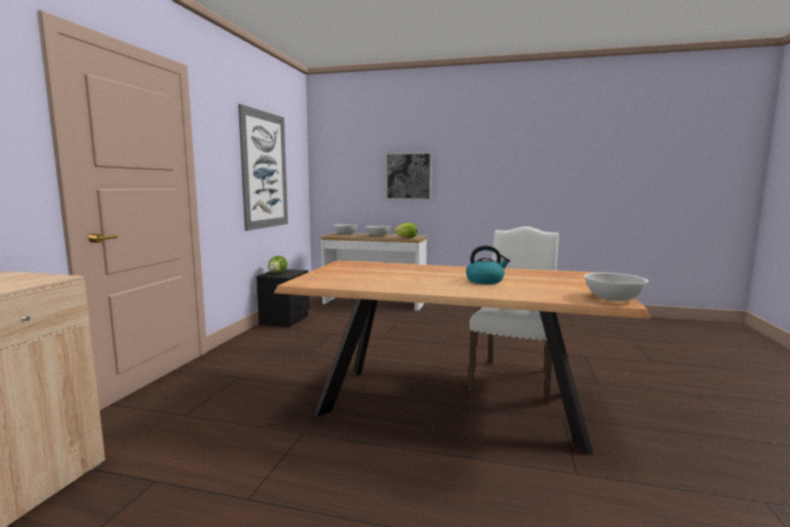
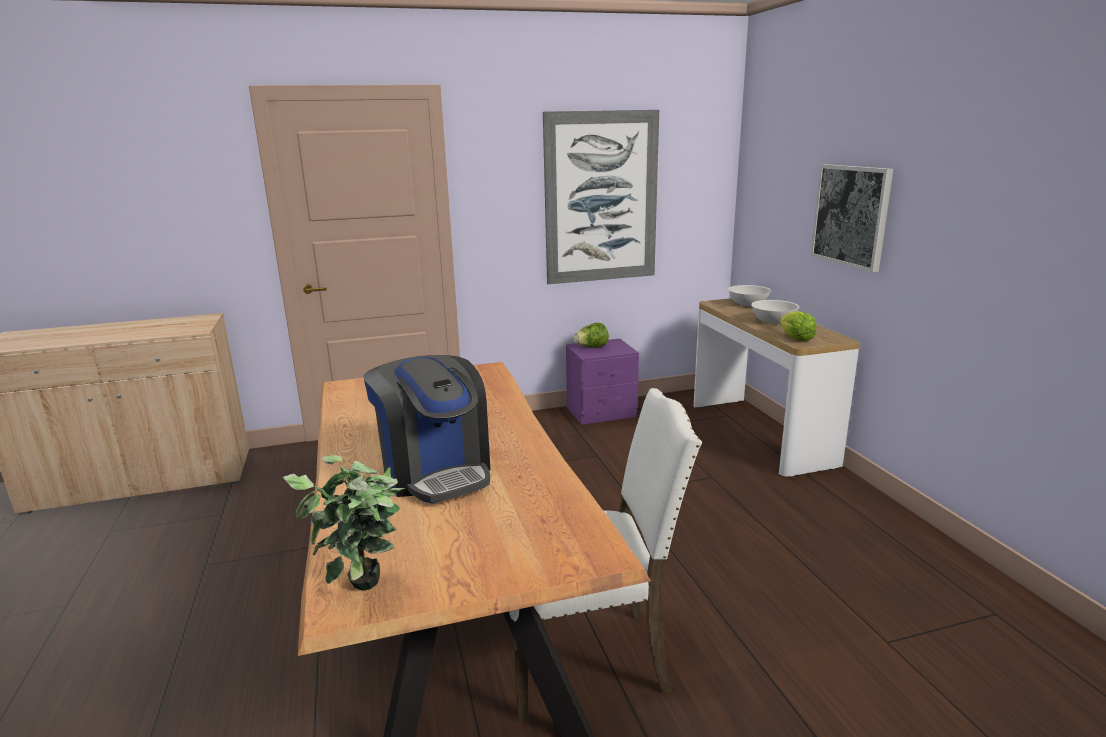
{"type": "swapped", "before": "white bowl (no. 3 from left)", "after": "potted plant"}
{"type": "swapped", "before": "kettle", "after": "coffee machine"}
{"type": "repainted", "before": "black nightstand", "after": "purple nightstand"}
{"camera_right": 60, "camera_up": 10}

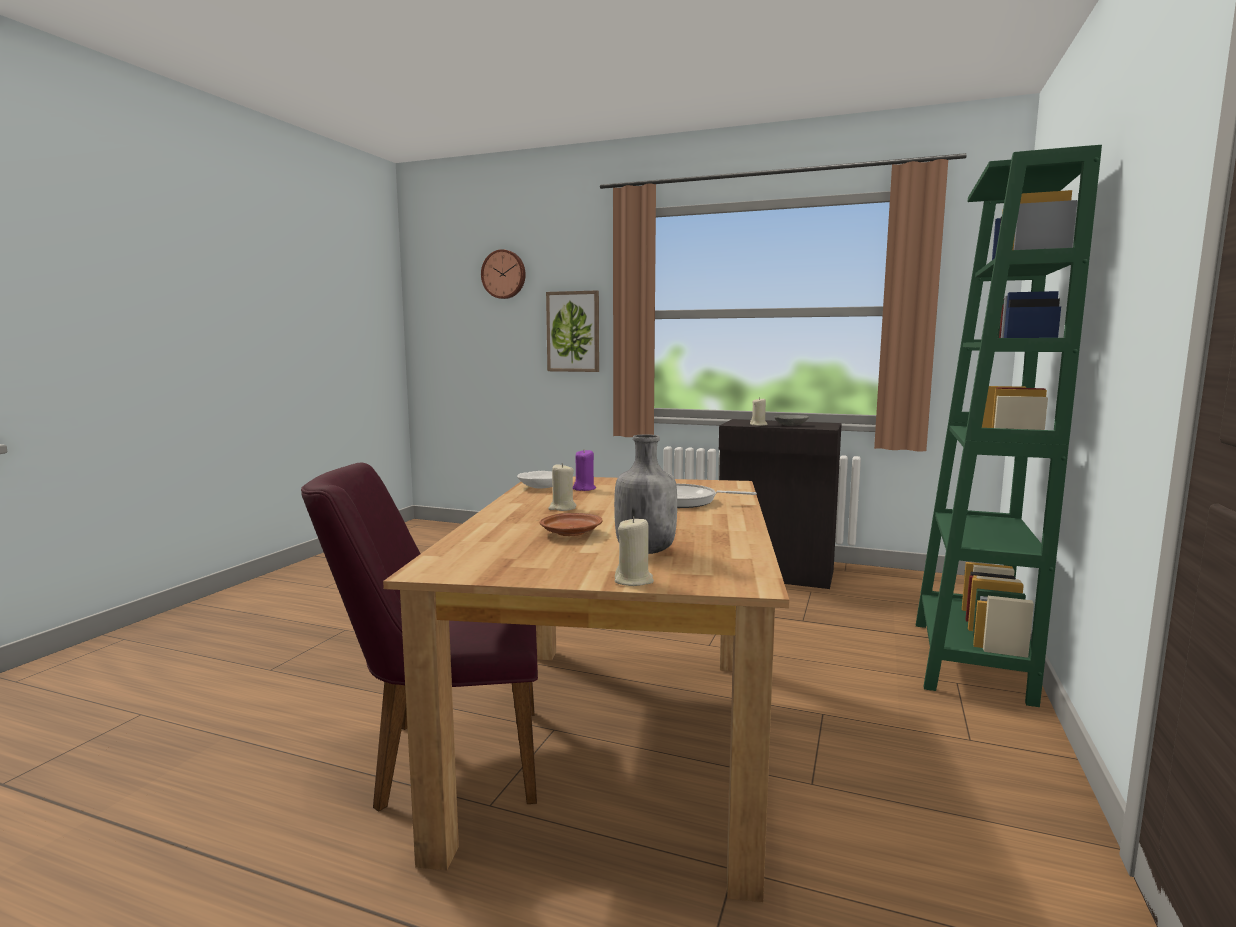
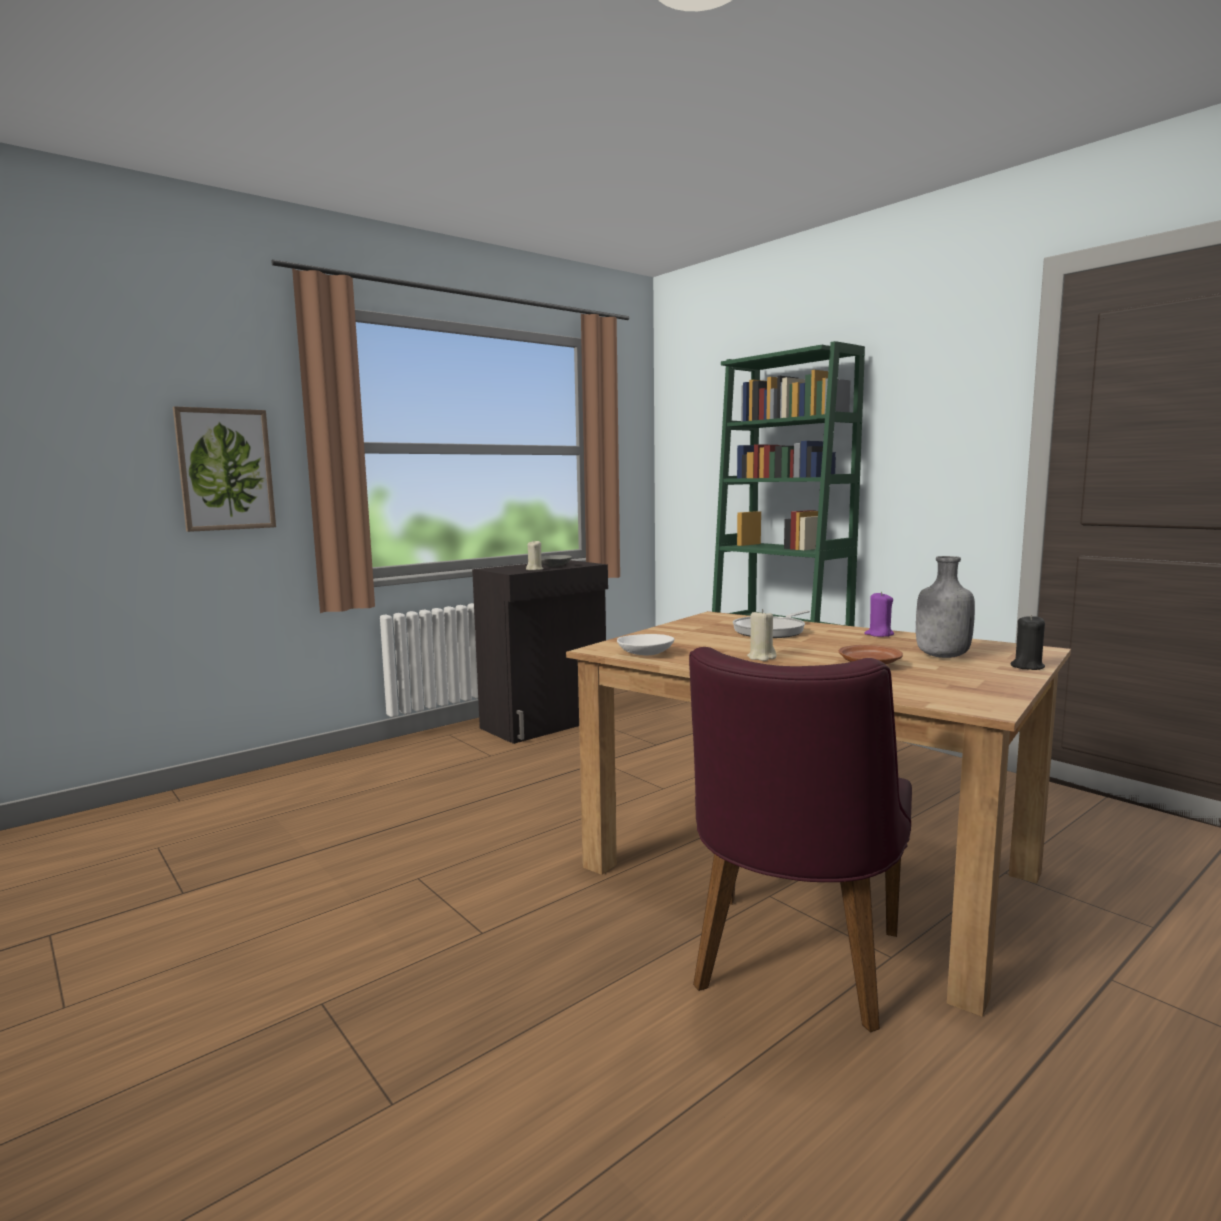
{"type": "shifted", "before": "purple candle"}
{"type": "repainted", "before": "beige candle (no. 2 from left)", "after": "black candle"}
{"type": "gone", "before": "wall clock"}
{"camera_right": -60, "camera_up": 0}

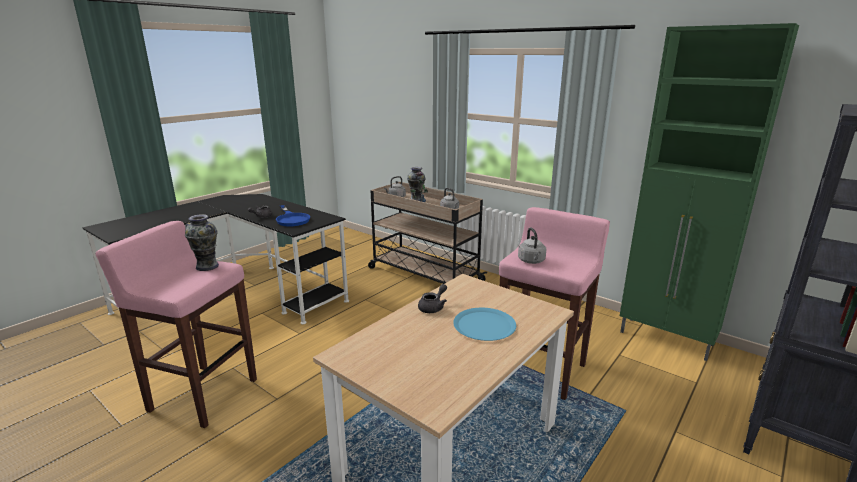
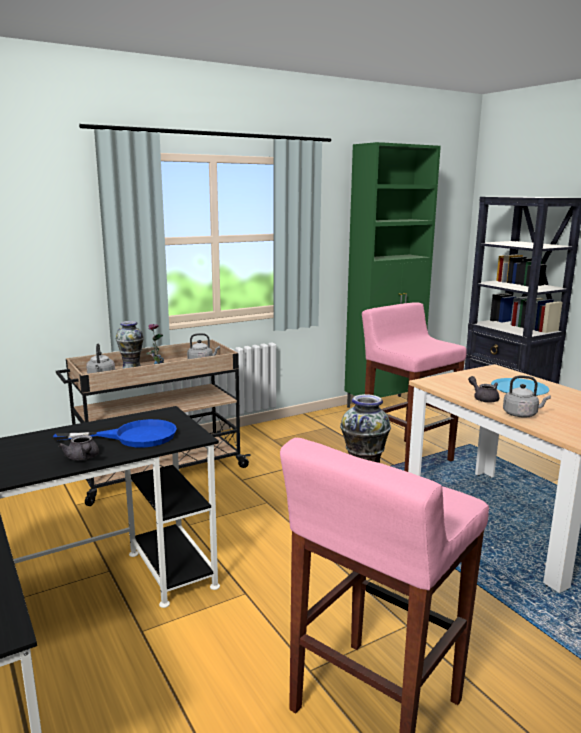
{"type": "shifted", "before": "grey kettle (no. 3 from left)"}
{"camera_right": -70, "camera_up": -5}

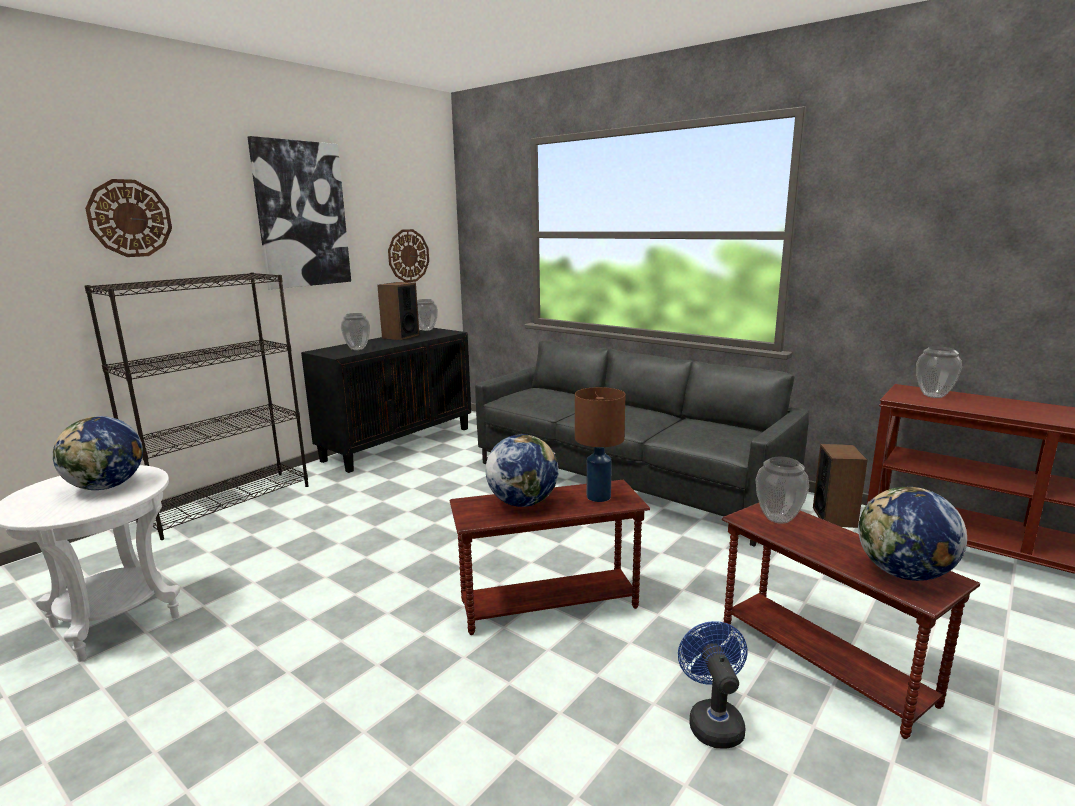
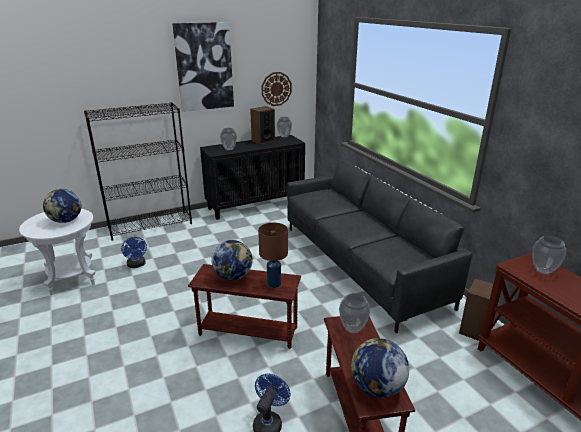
{"type": "new", "after": "blue fan (no. 1 from left)"}
{"type": "gone", "before": "wall clock (no. 1 from left)"}
{"camera_right": 25, "camera_up": 10}

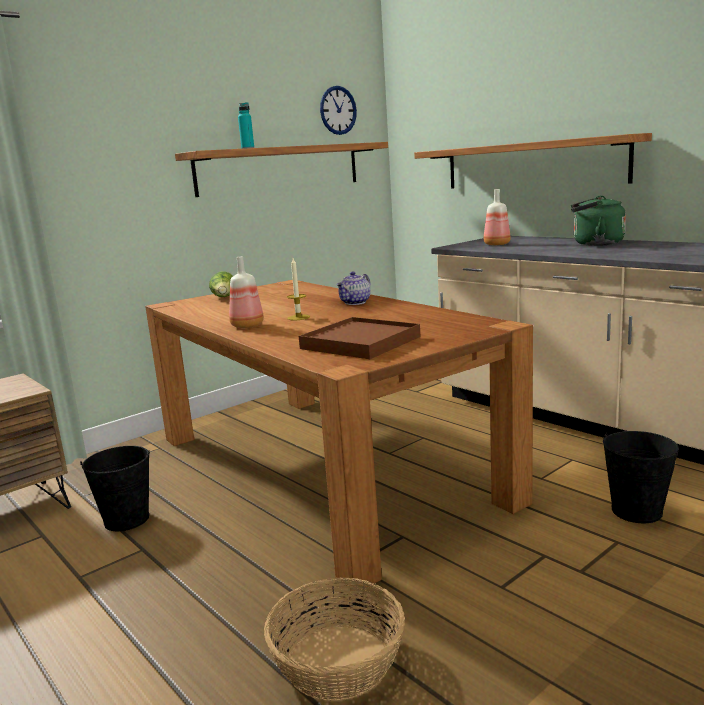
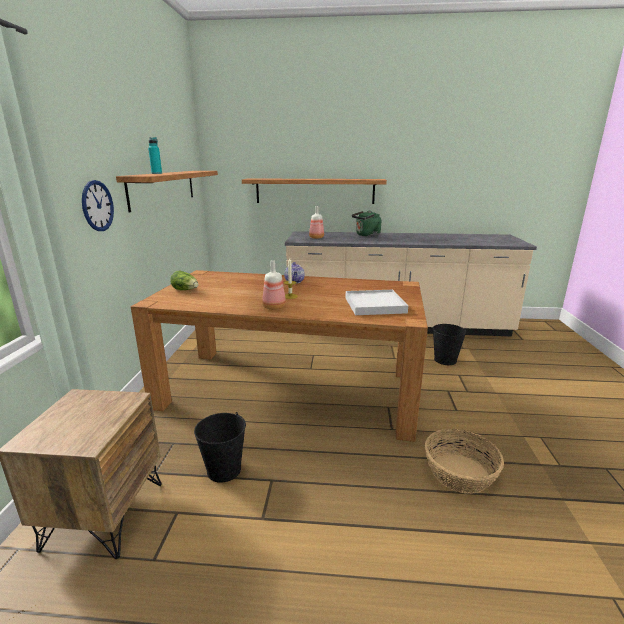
{"type": "shifted", "before": "wall clock"}
{"type": "repainted", "before": "brown tray", "after": "white tray"}
{"camera_right": -45, "camera_up": 5}

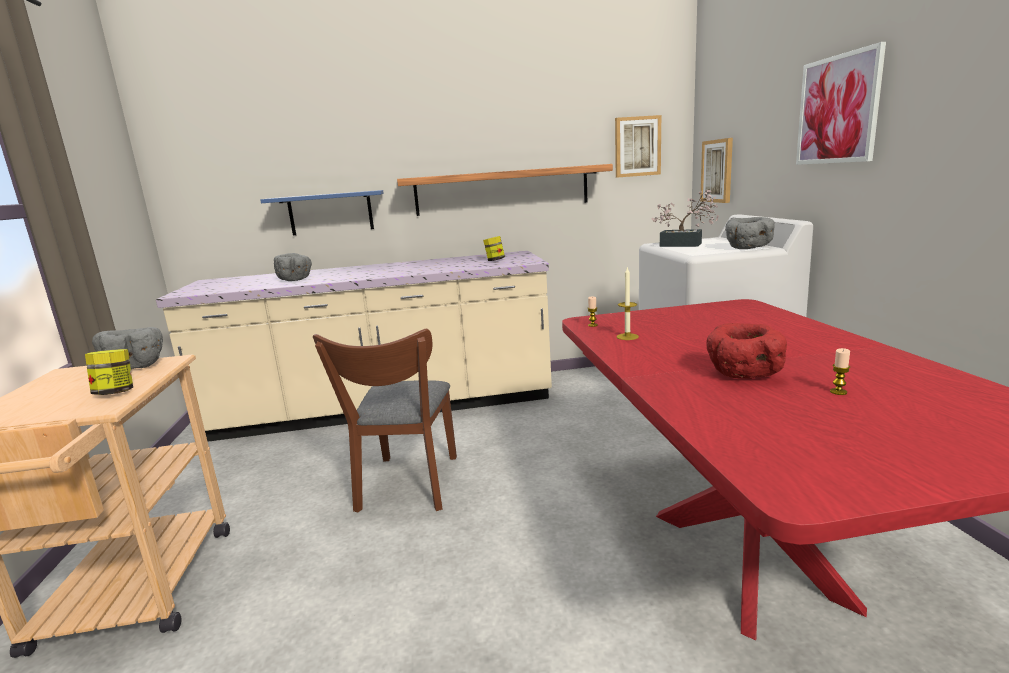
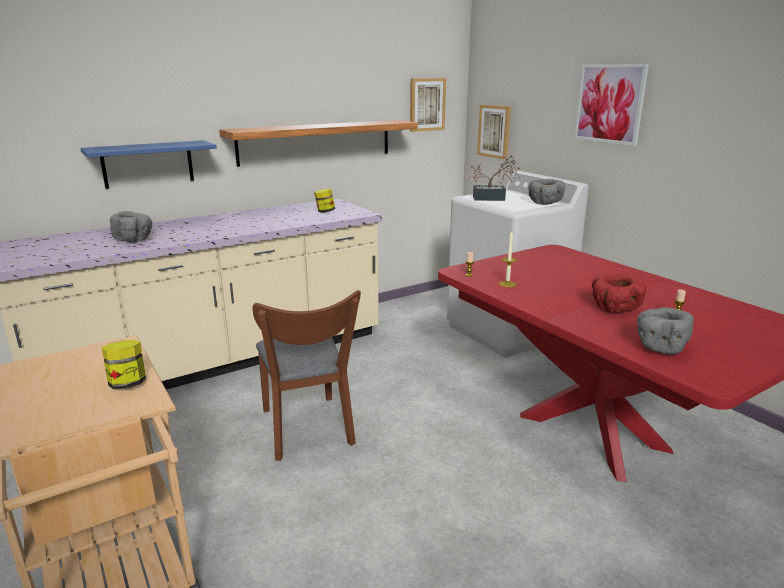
{"type": "shifted", "before": "grey bowl (no. 1 from left in the first image)", "after": "grey bowl (no. 3 from left)"}
{"camera_right": -25, "camera_up": 5}

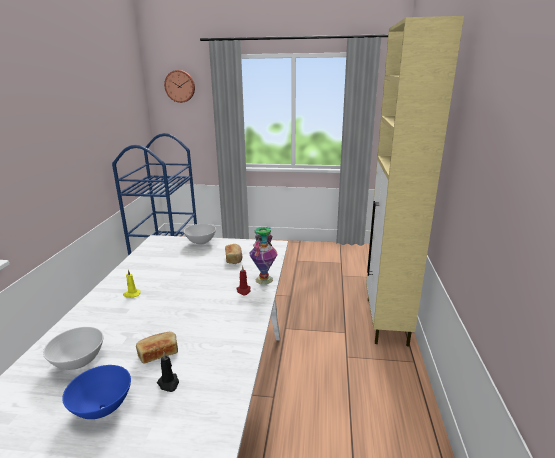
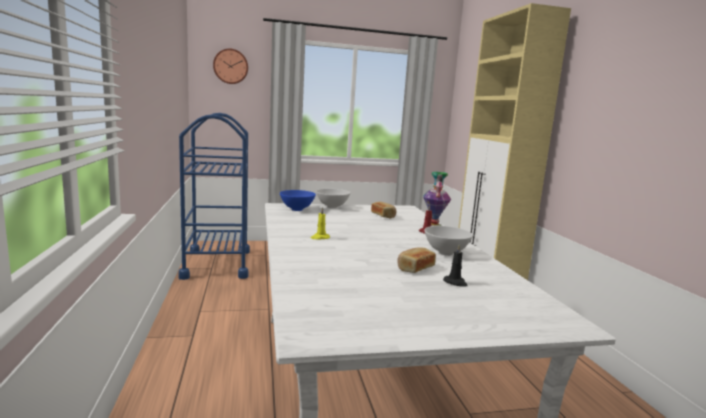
{"type": "shifted", "before": "blue bowl"}
{"type": "shifted", "before": "white bowl (no. 1 from left in the first image)", "after": "white bowl (no. 2 from left)"}
{"camera_right": -20, "camera_up": -10}

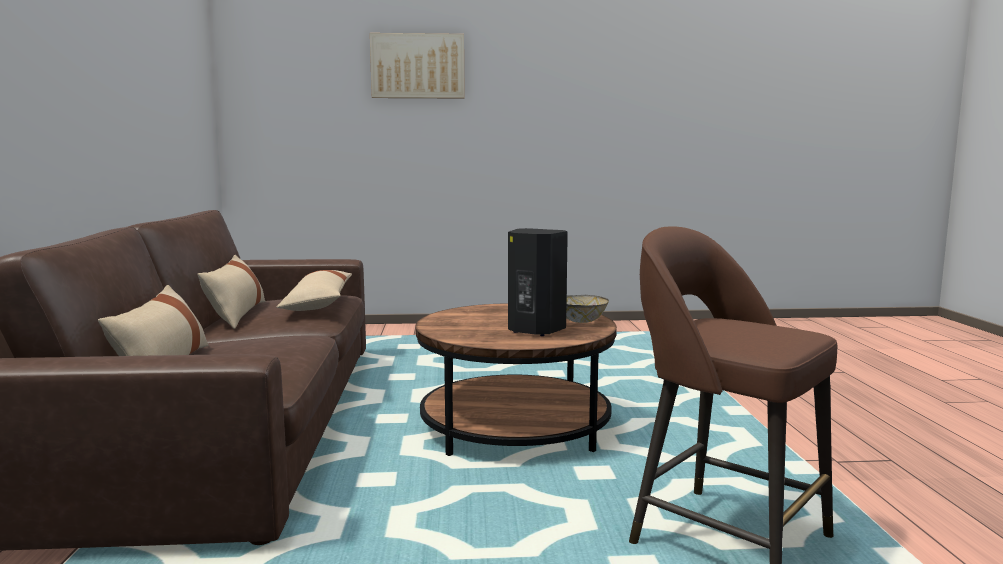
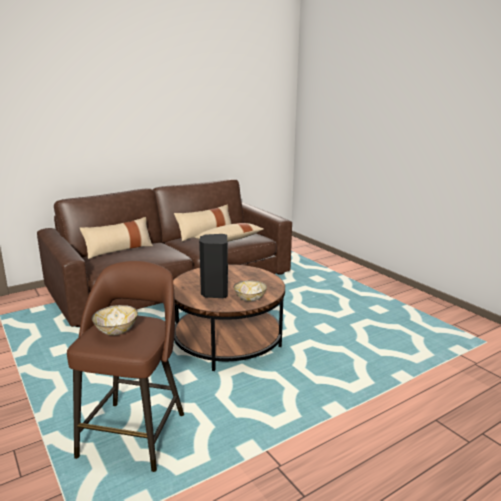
{"type": "new", "after": "bowl (no. 1 from left)"}
{"type": "gone", "before": "picture"}
{"camera_right": 60, "camera_up": 10}

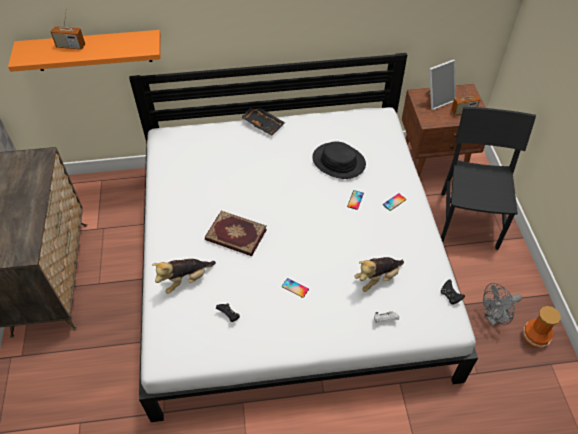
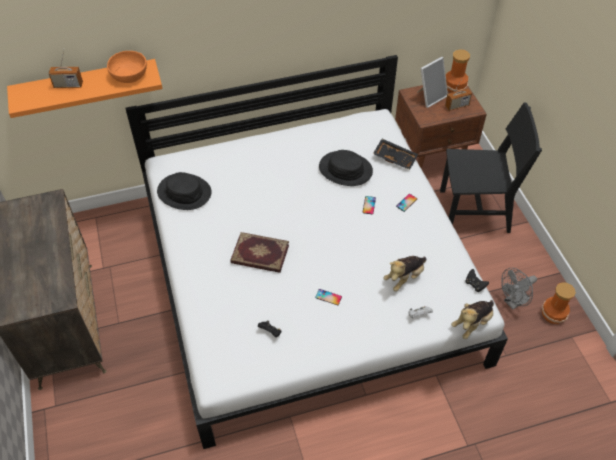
{"type": "new", "after": "orange bowl"}
{"type": "new", "after": "black hat (no. 1 from left)"}
{"type": "shifted", "before": "black tray"}
{"type": "rotated", "before": "black chair", "turn": 90}
{"type": "new", "after": "vase (no. 1 from left)"}
{"type": "shifted", "before": "plush toy (no. 1 from left in the first image)", "after": "plush toy (no. 2 from left)"}
{"camera_right": -10, "camera_up": 0}

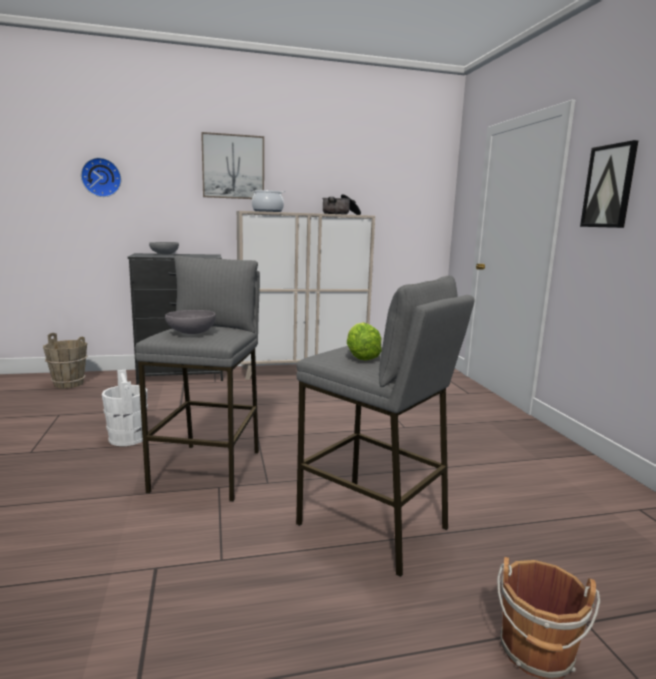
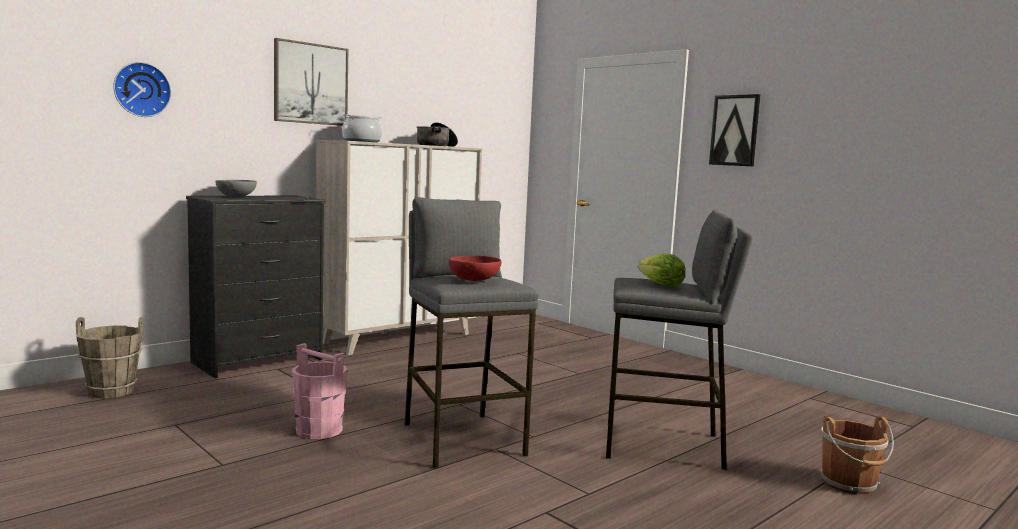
{"type": "repainted", "before": "white bucket", "after": "pink bucket"}
{"type": "repainted", "before": "grey bowl (no. 2 from left)", "after": "red bowl"}
{"camera_right": -30, "camera_up": -5}

